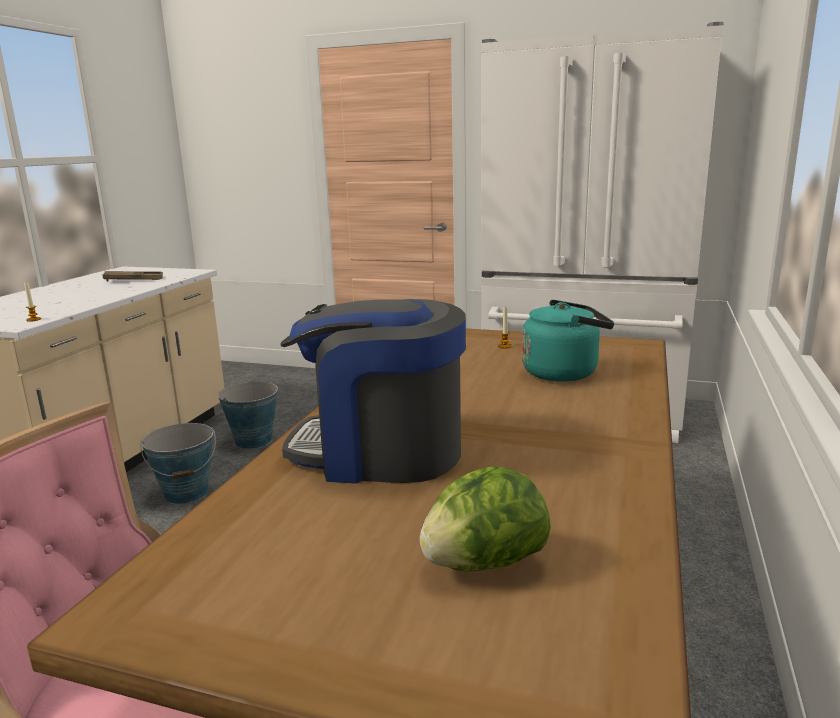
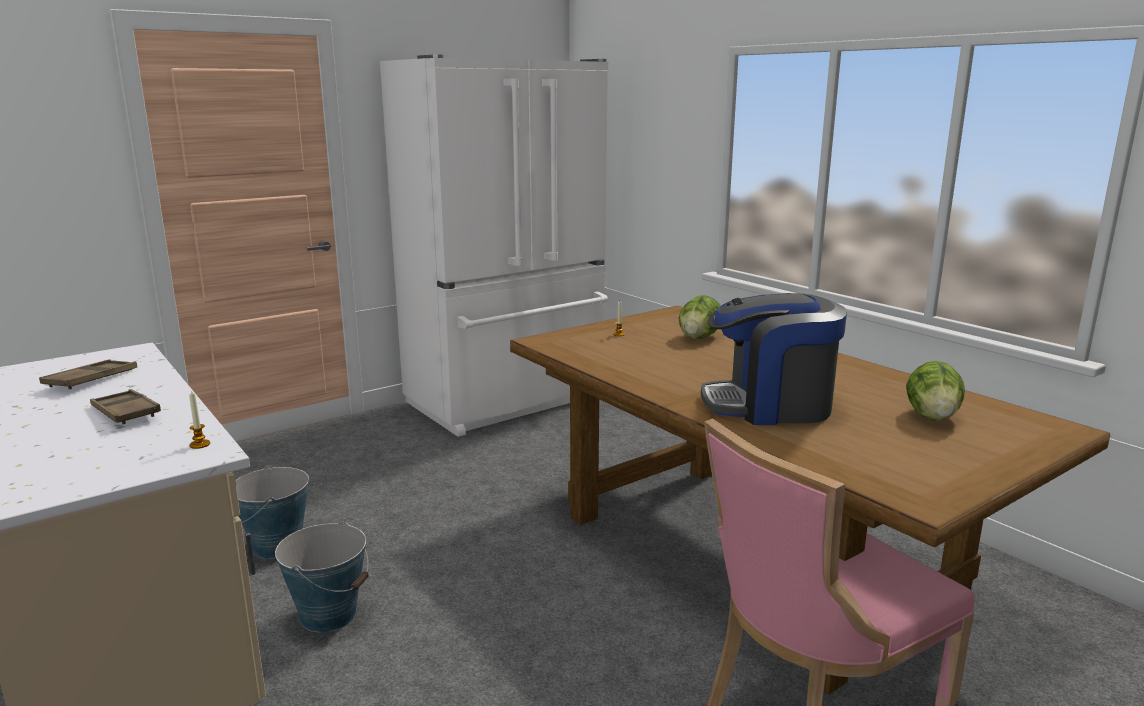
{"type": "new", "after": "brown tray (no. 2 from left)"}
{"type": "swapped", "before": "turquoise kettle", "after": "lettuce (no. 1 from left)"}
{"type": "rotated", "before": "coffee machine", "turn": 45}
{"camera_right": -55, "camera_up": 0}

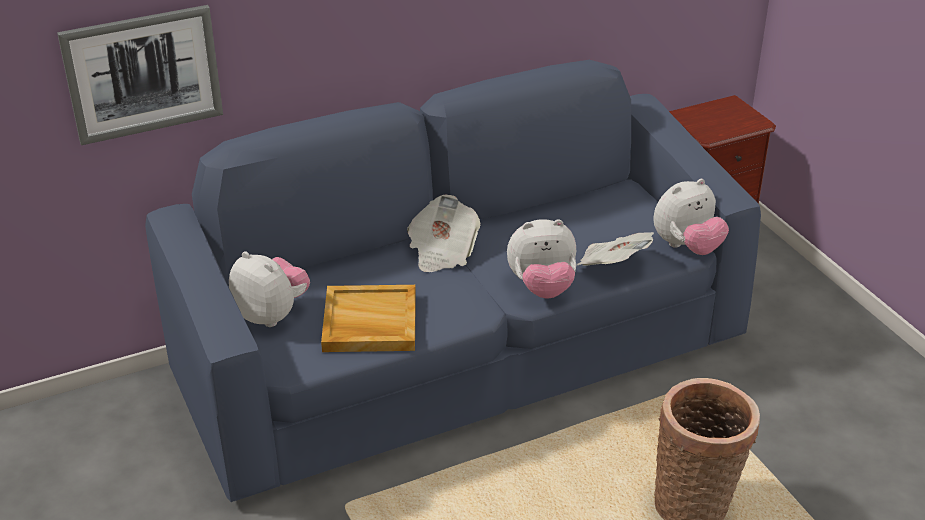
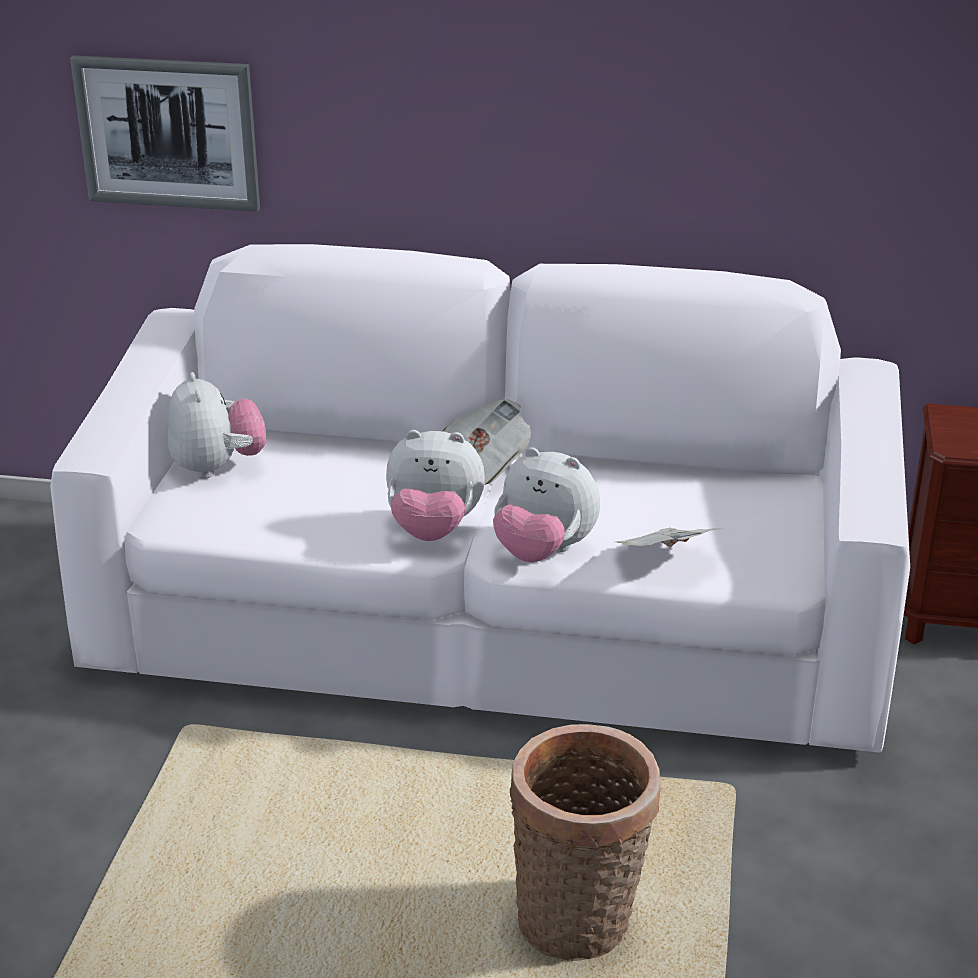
{"type": "repainted", "before": "blue sofa", "after": "white sofa"}
{"type": "shifted", "before": "plush toy (no. 3 from left in the first image)", "after": "plush toy (no. 2 from left)"}
{"type": "gone", "before": "beige tray"}
{"camera_right": 35, "camera_up": -5}

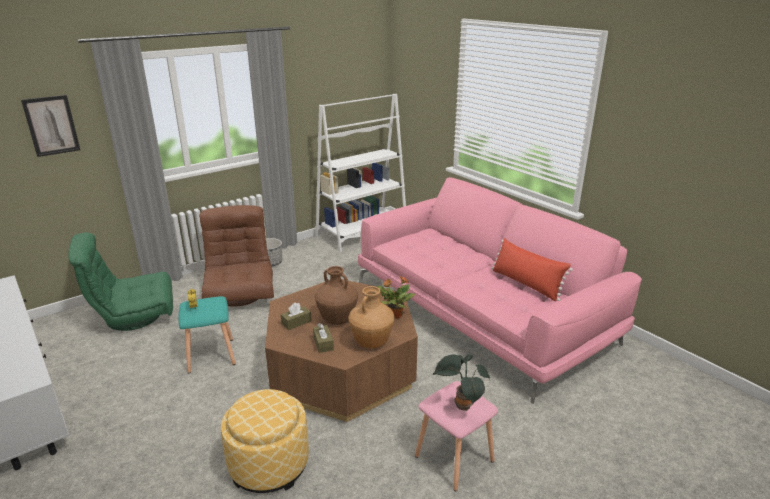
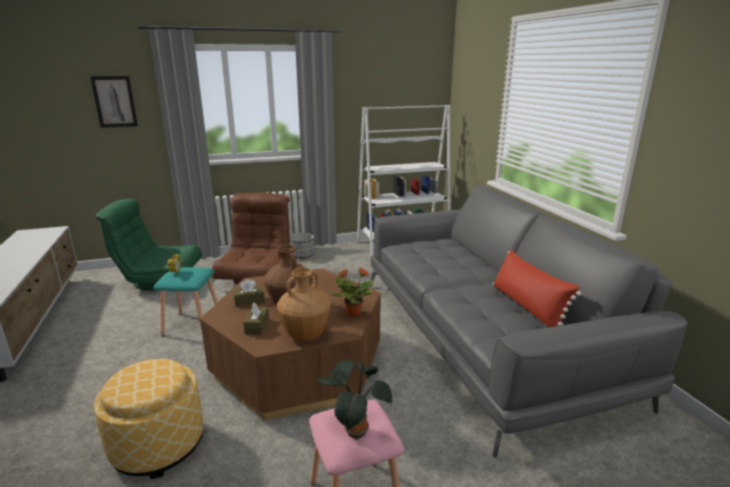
{"type": "repainted", "before": "pink sofa", "after": "grey sofa"}
{"camera_right": 20, "camera_up": -5}

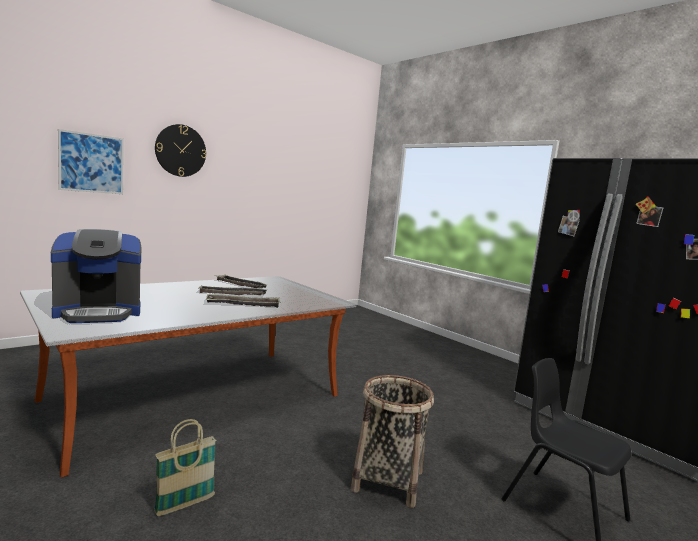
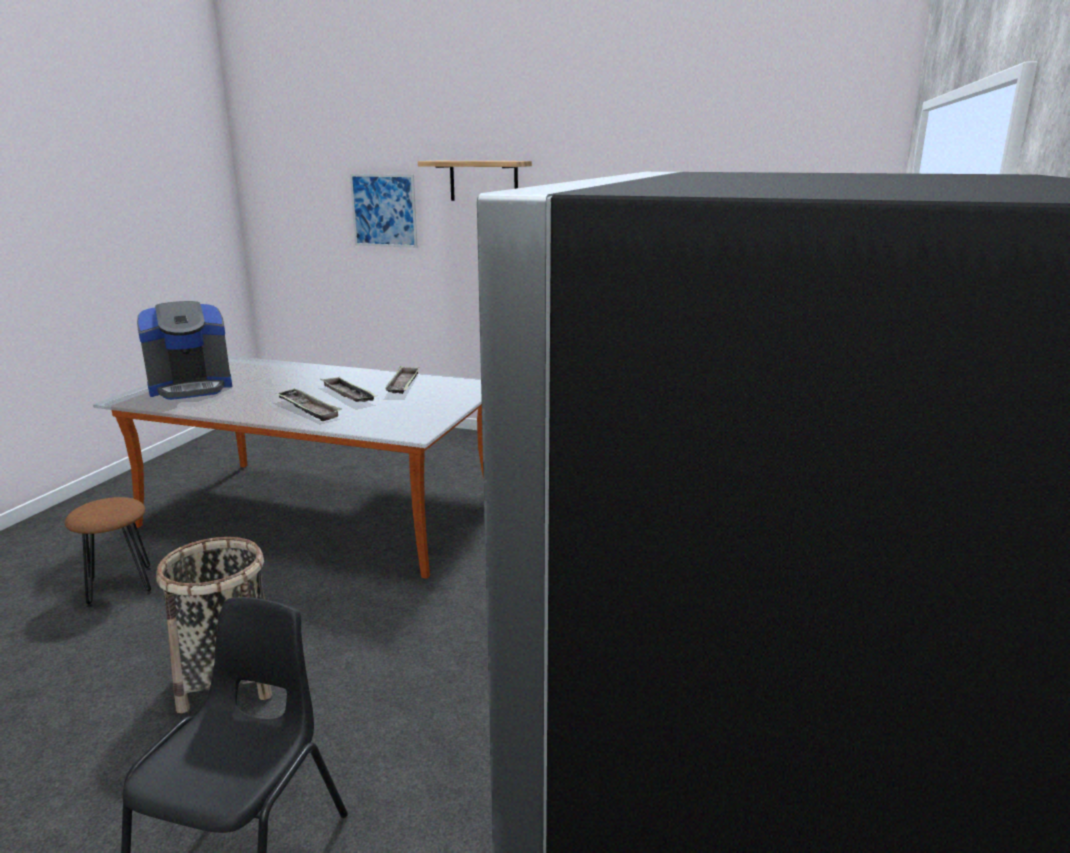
{"type": "swapped", "before": "basket (no. 1 from left)", "after": "brown stool"}
{"type": "rotated", "before": "coffee machine", "turn": -60}
{"type": "swapped", "before": "wall clock", "after": "shelf"}
{"camera_right": 60, "camera_up": 10}

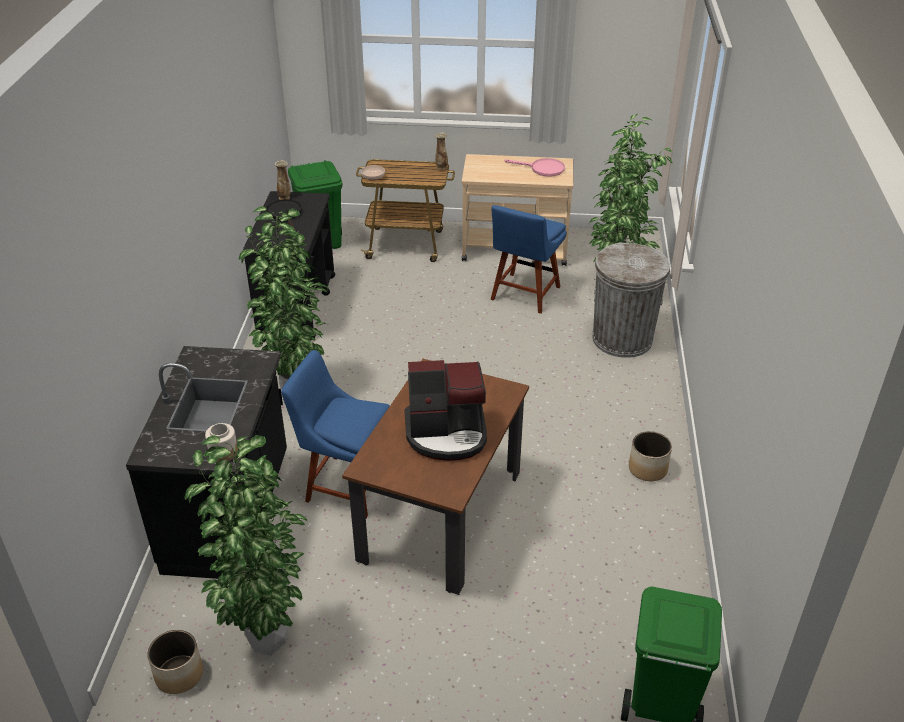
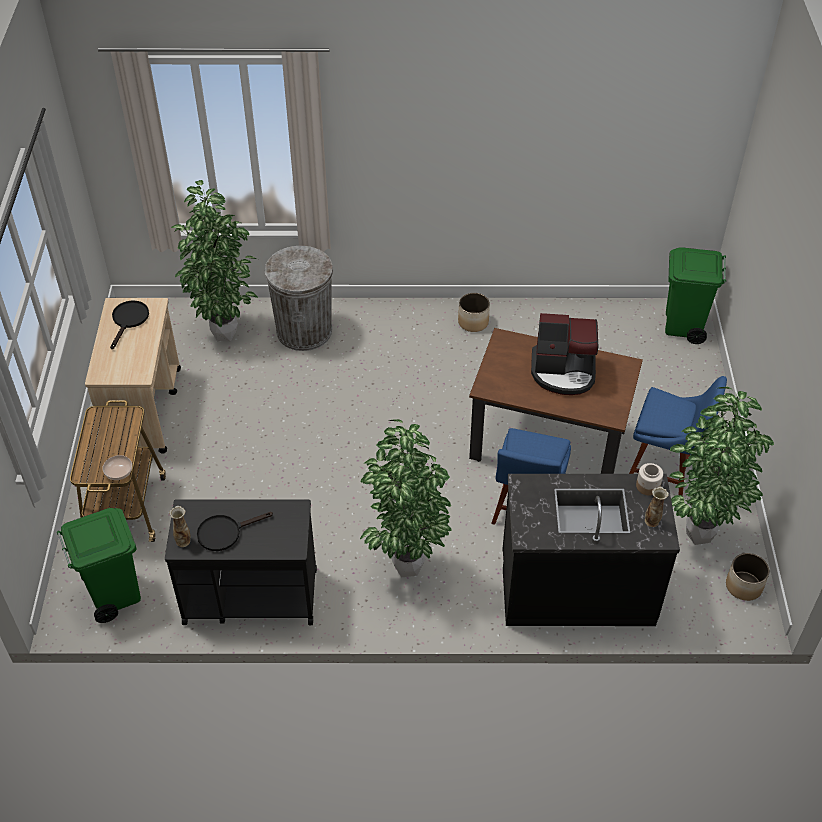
{"type": "repainted", "before": "pink frying pan", "after": "black frying pan (no. 1 from left)"}
{"type": "rotated", "before": "coffee machine", "turn": 105}
{"type": "shifted", "before": "blue chair (no. 2 from left)"}
{"type": "shifted", "before": "vase (no. 2 from left)"}
{"camera_right": -95, "camera_up": 10}

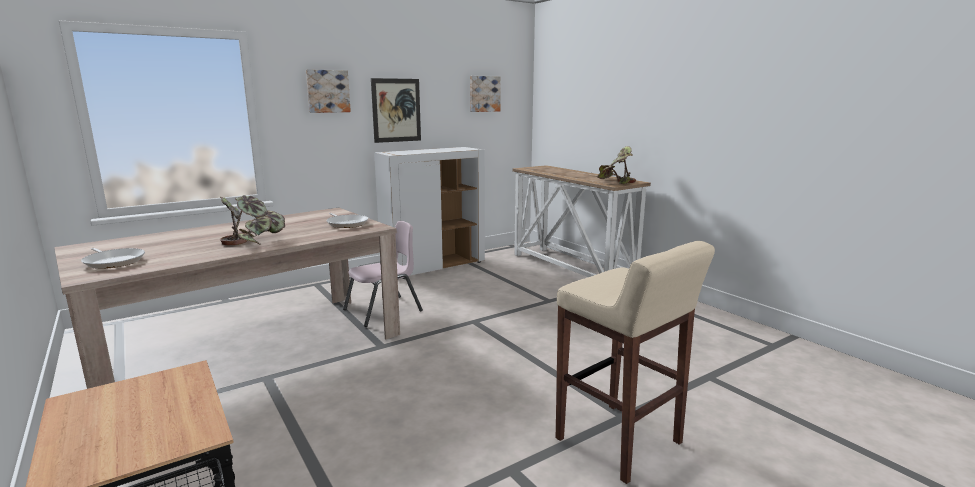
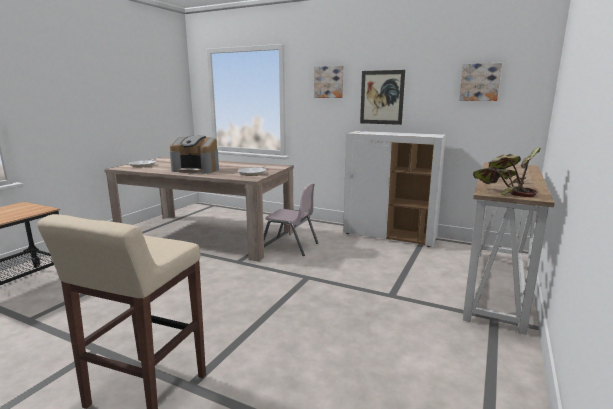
{"type": "swapped", "before": "potted plant (no. 1 from left)", "after": "coffee machine"}
{"camera_right": 60, "camera_up": 0}

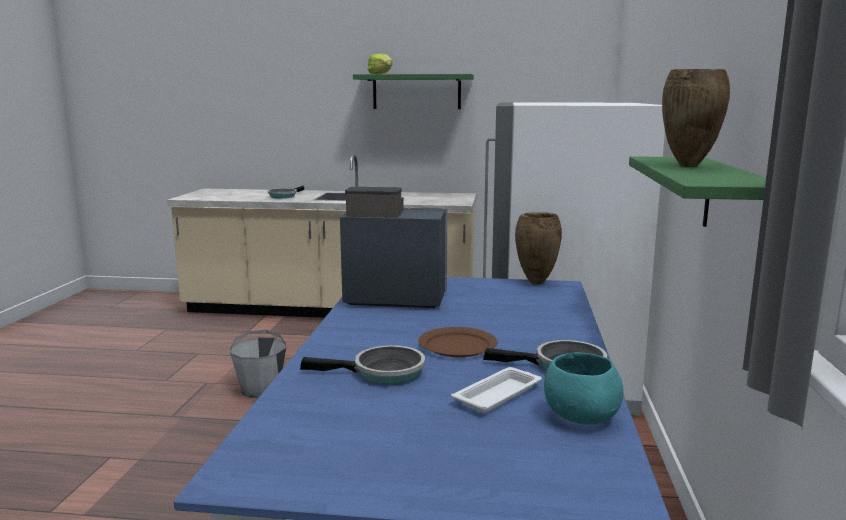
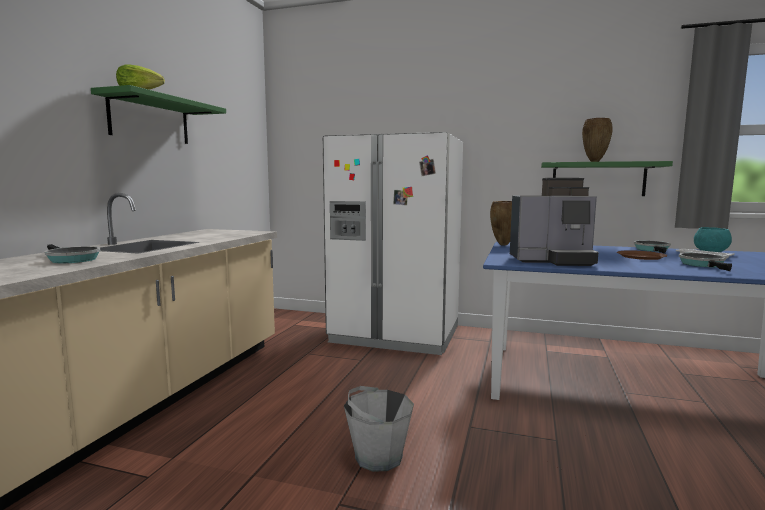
{"type": "rotated", "before": "coffee machine", "turn": -105}
{"camera_right": -80, "camera_up": -5}

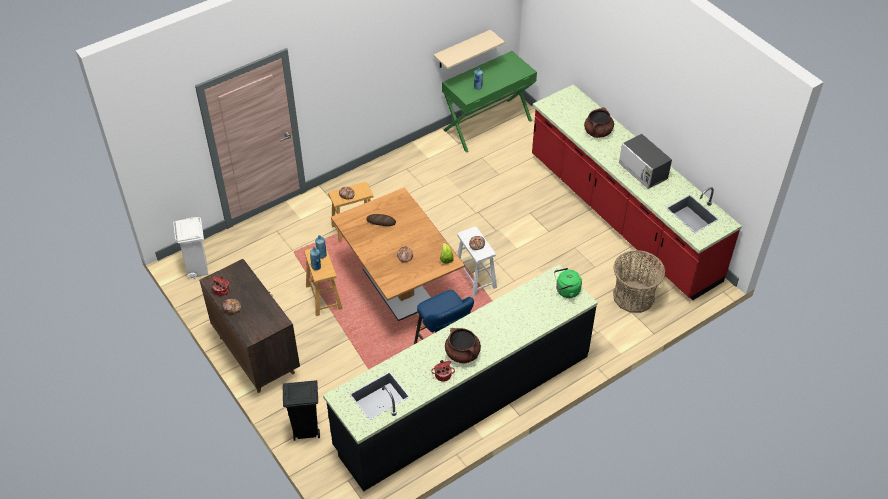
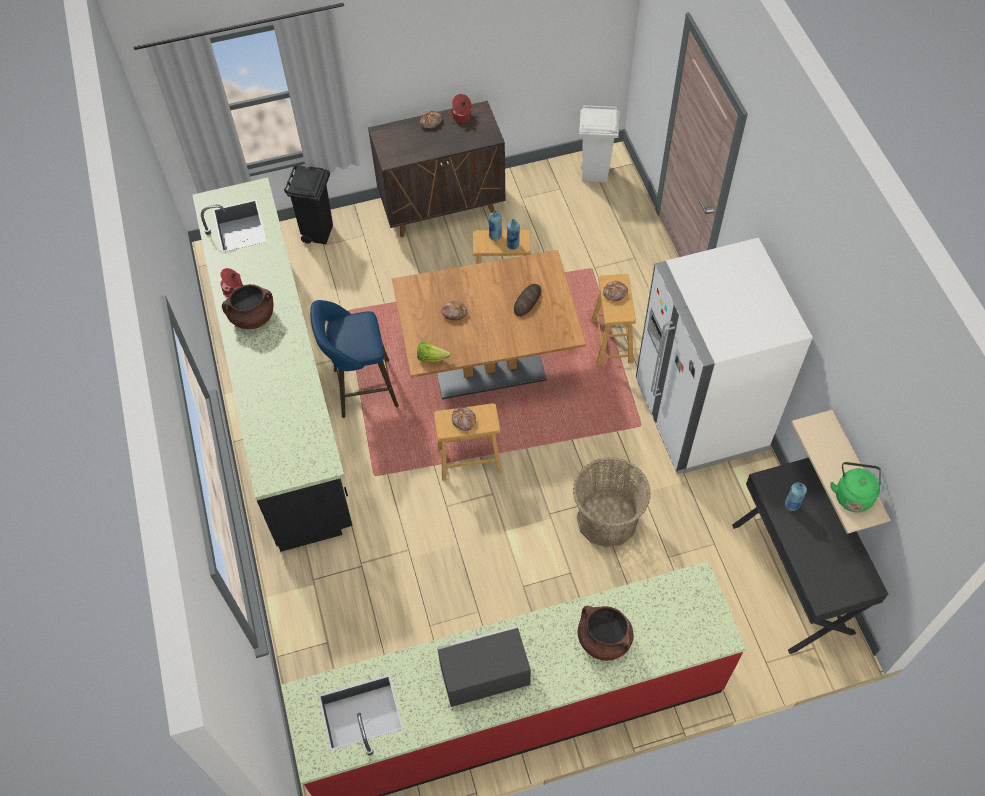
{"type": "repainted", "before": "white stool", "after": "brown stool (no. 1 from left)"}
{"type": "shifted", "before": "basket"}
{"type": "new", "after": "white fridge"}
{"type": "repainted", "before": "green desk", "after": "black desk"}
{"type": "shifted", "before": "green kettle"}
{"camera_right": 110, "camera_up": 10}

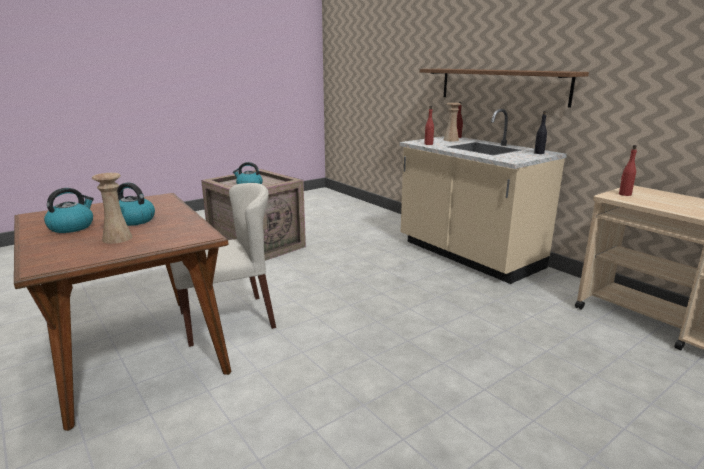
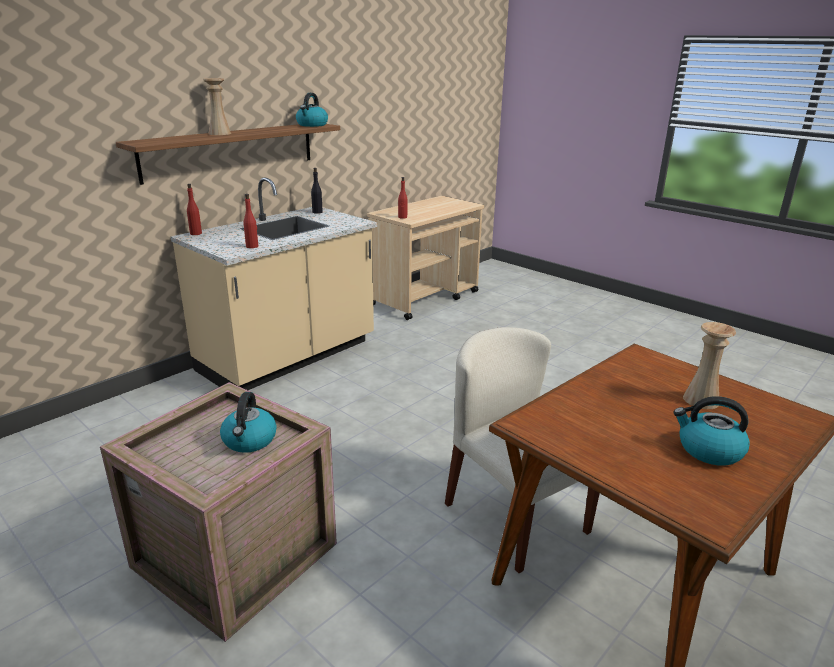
{"type": "shifted", "before": "beige vase (no. 2 from left in the first image)", "after": "beige vase (no. 1 from left)"}
{"type": "shifted", "before": "kettle (no. 2 from left)"}
{"camera_right": -100, "camera_up": 5}

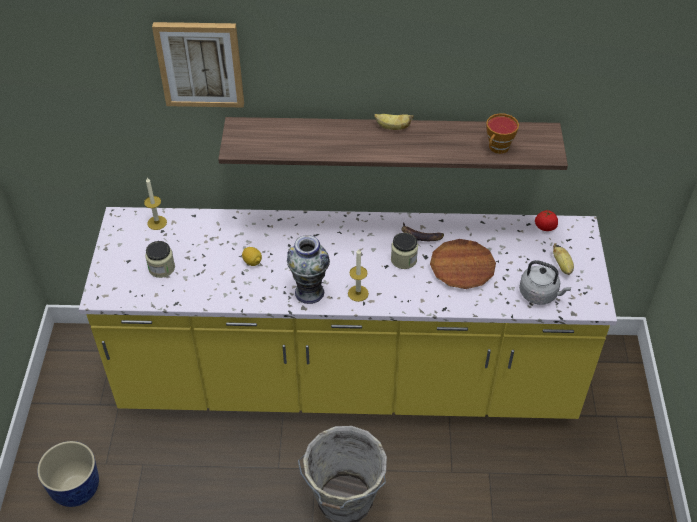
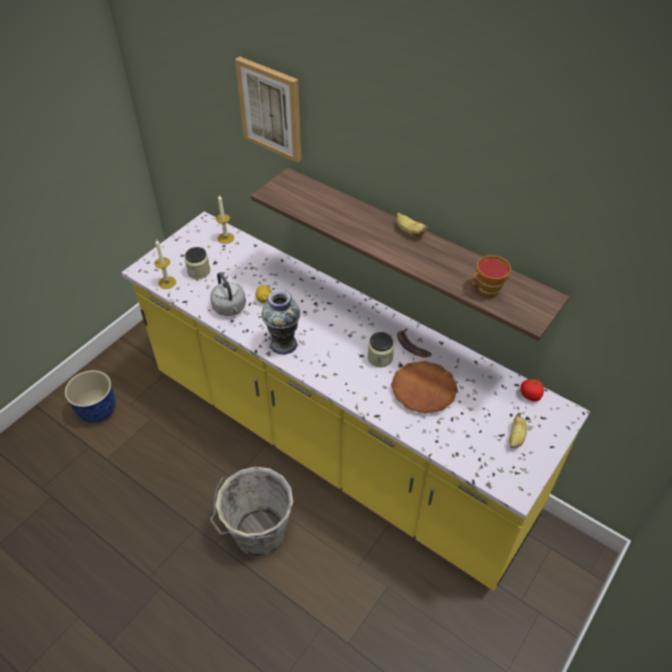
{"type": "shifted", "before": "candle (no. 2 from left in the first image)", "after": "candle (no. 1 from left)"}
{"type": "shifted", "before": "grey kettle"}
{"camera_right": 35, "camera_up": 0}

